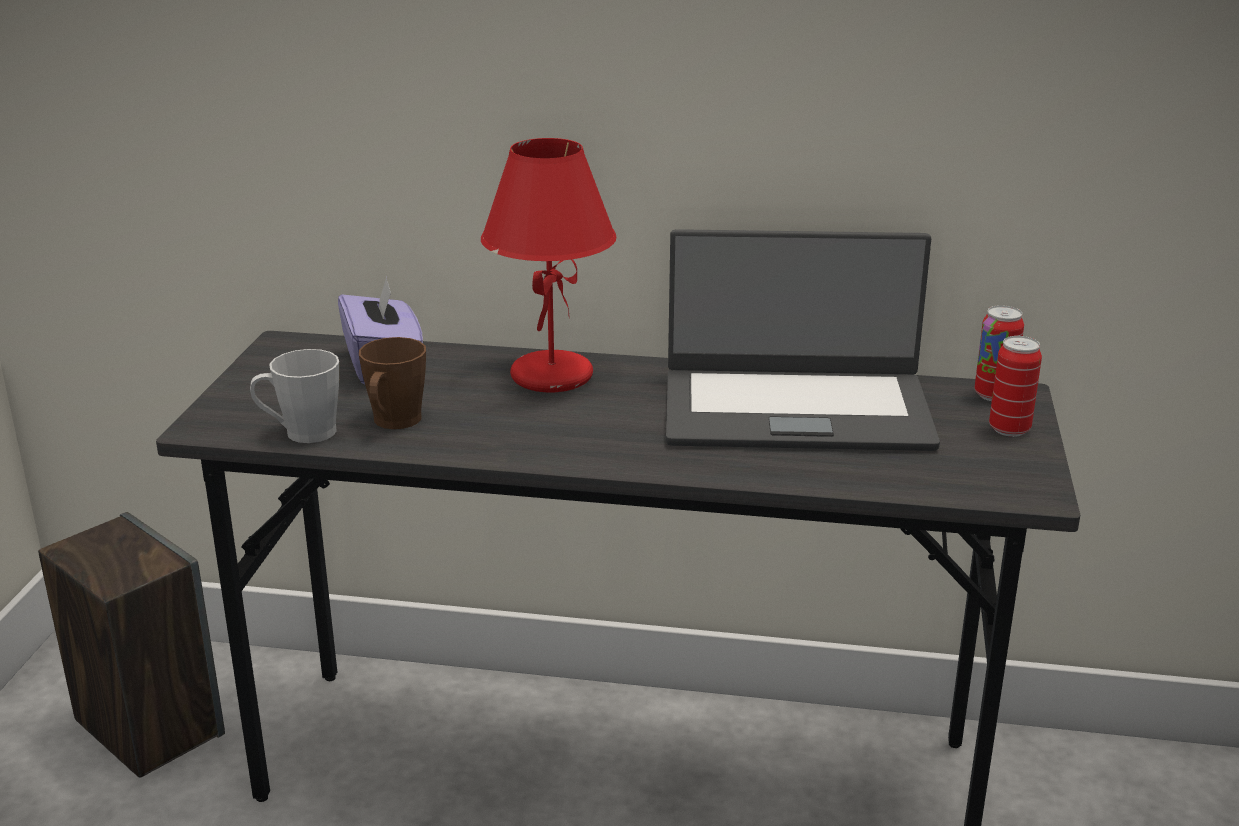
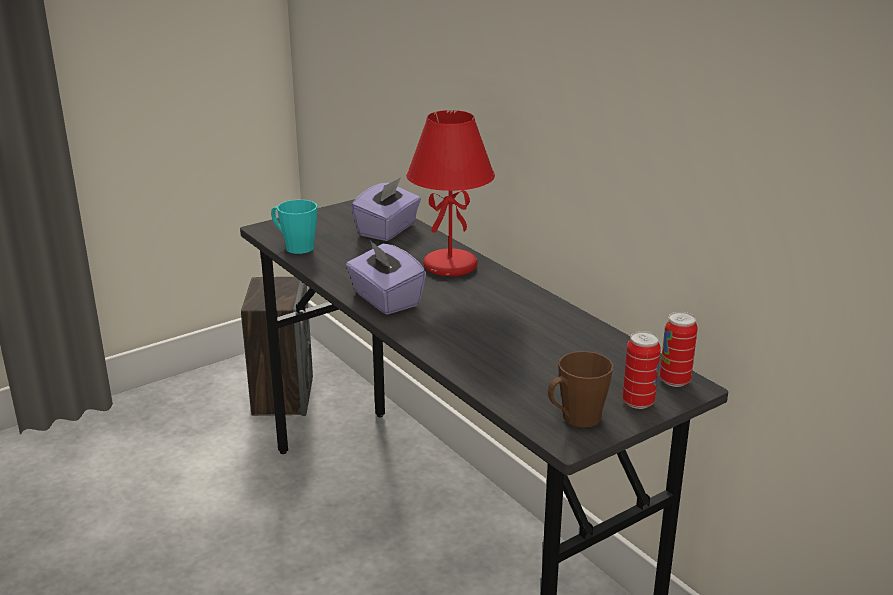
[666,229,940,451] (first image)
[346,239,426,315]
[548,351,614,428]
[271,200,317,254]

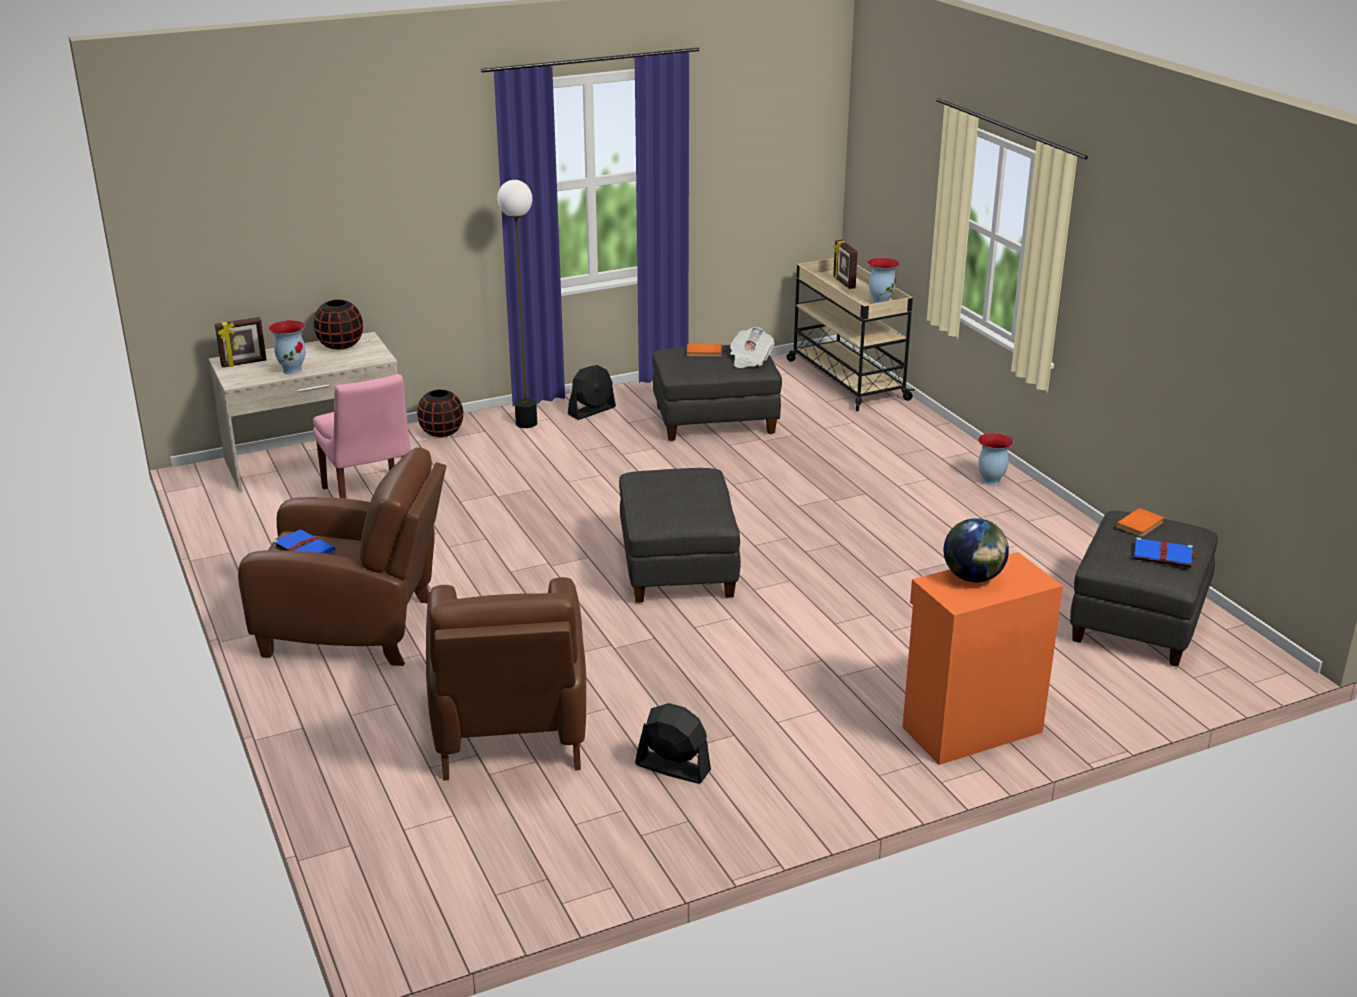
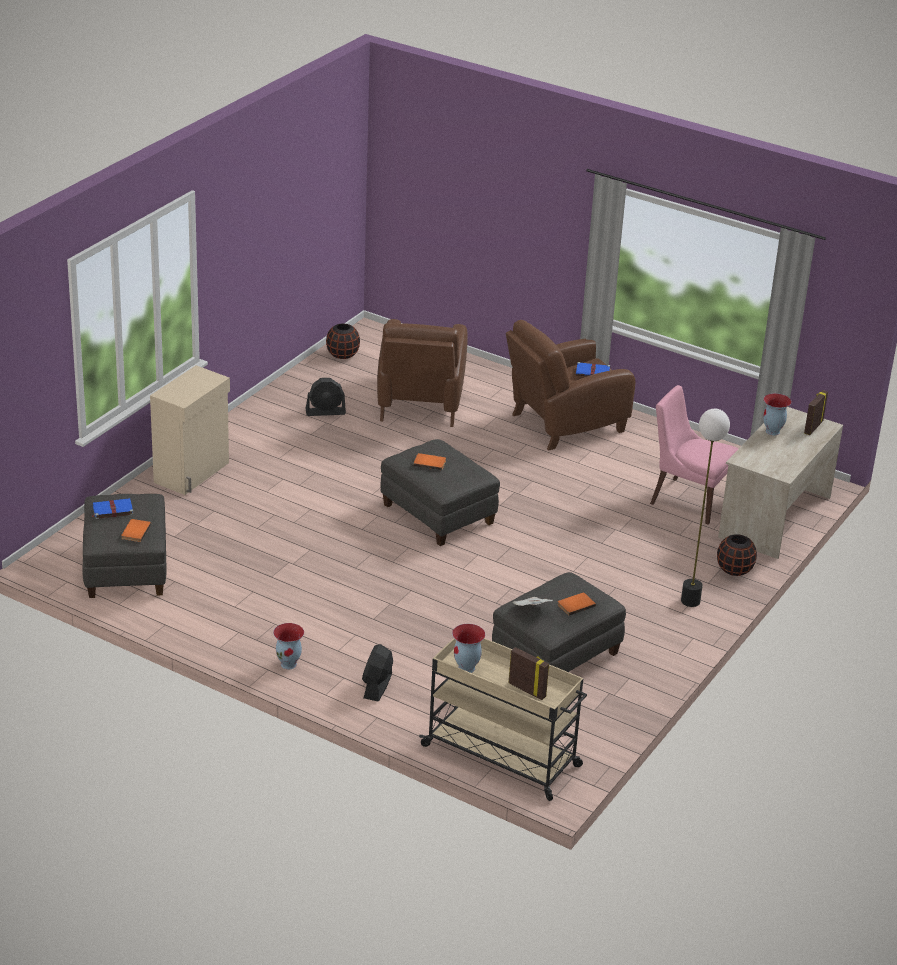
[944,518,1009,582] (first image)
[413,453,446,471]
[326,324,360,359]
[362,644,393,701]
[150,365,230,495]
[377,319,468,427]

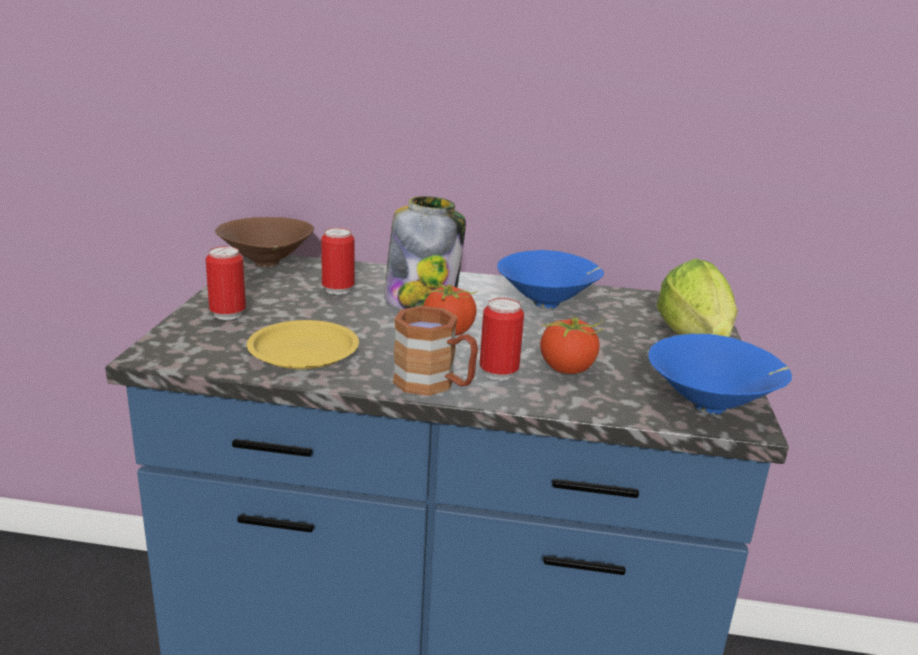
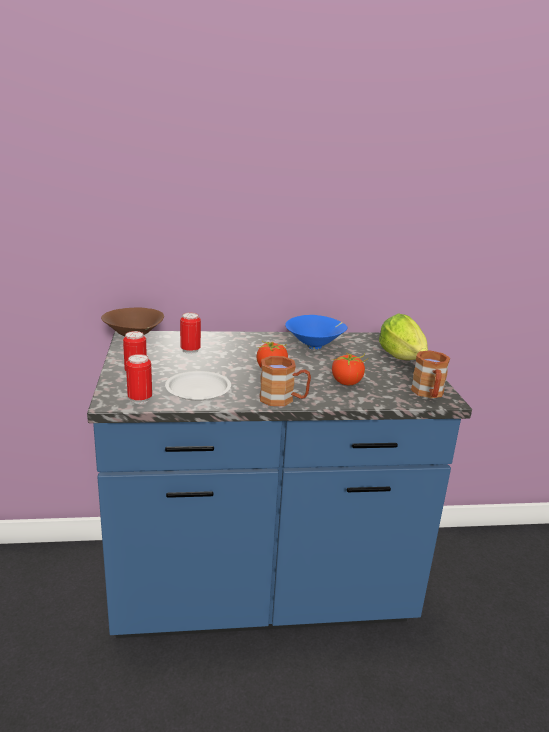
[384,196,466,309] (first image)
[126,354,152,404]
[411,350,450,398]
[165,371,231,401]

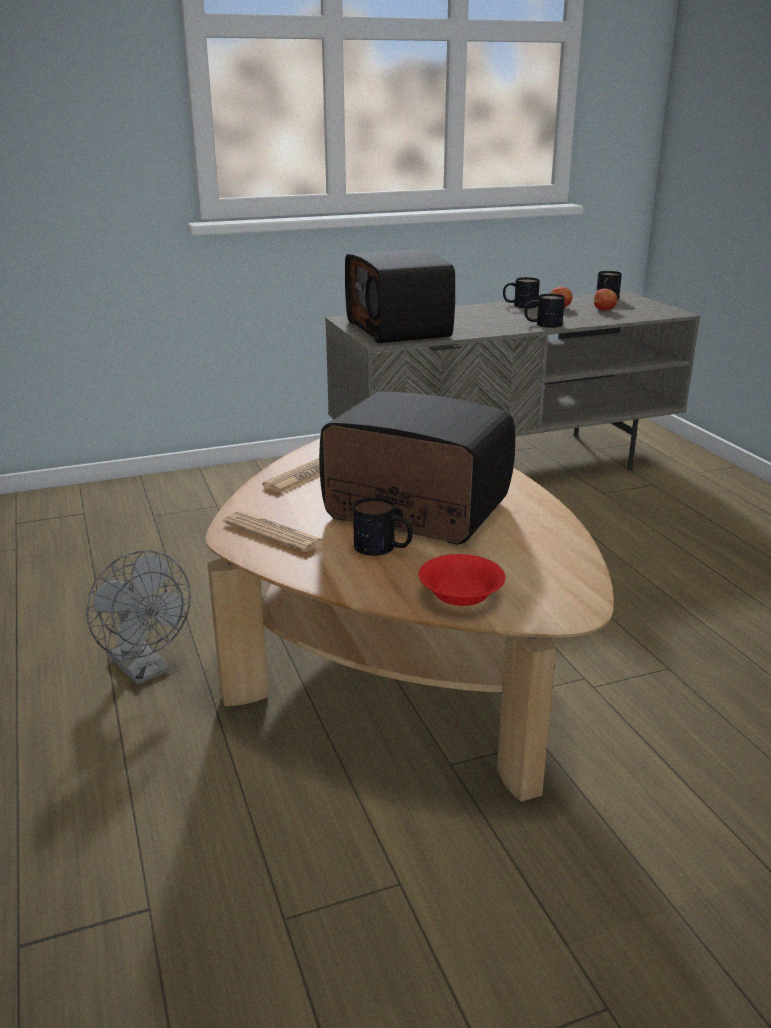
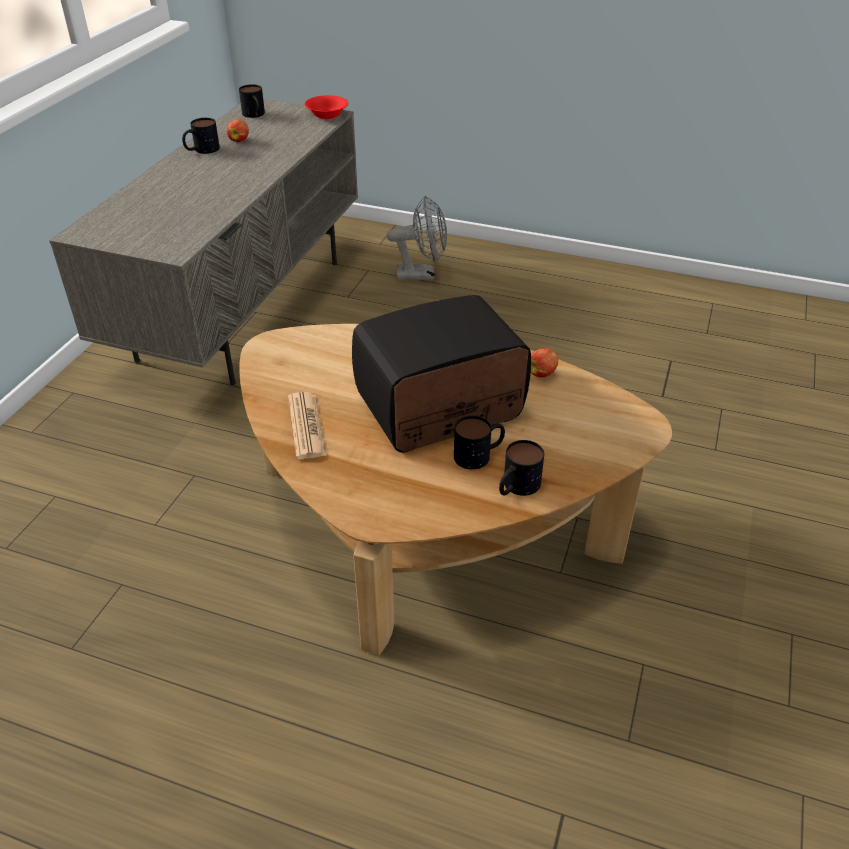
[223,511,325,552] (first image)
[345,250,455,343] (first image)
[387,196,447,280]
[305,95,348,119]
[499,440,544,496]
[531,348,558,377]

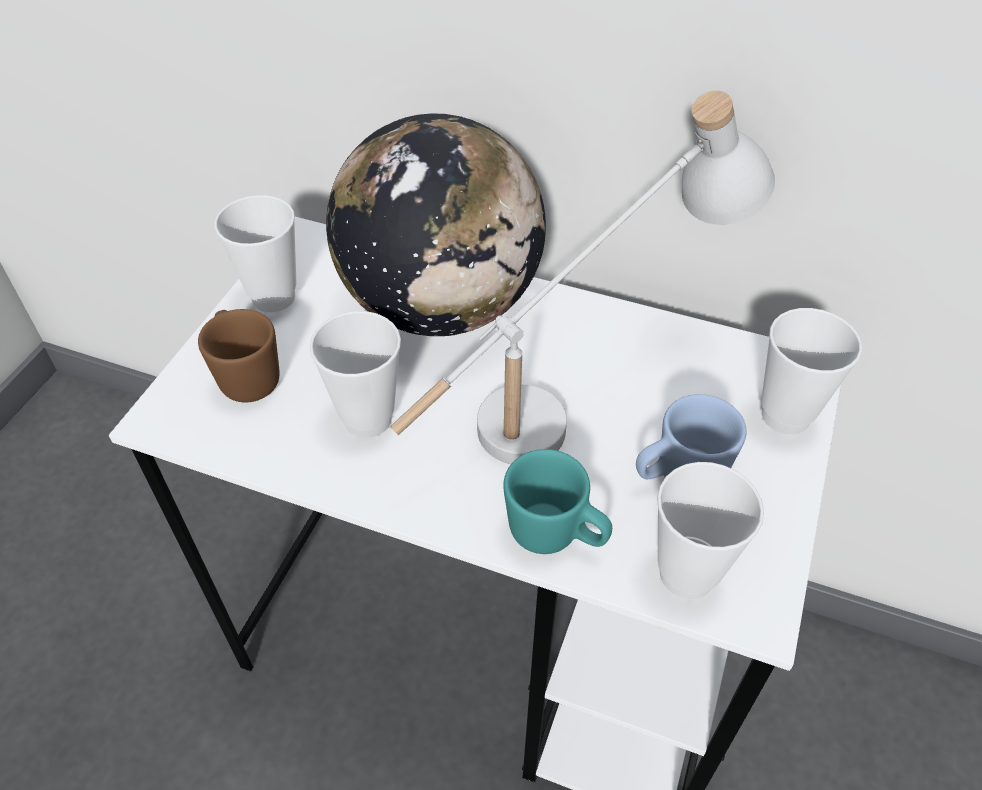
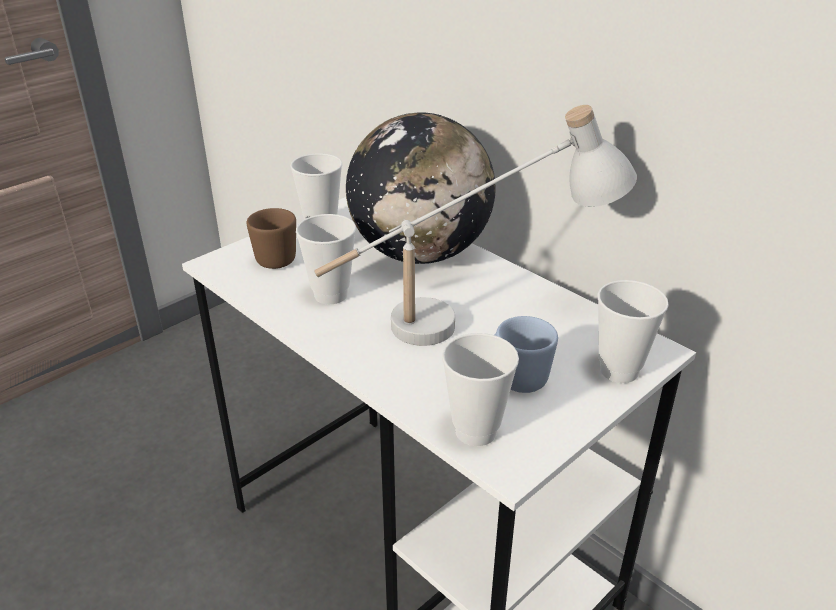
[503,449,612,554] (first image)

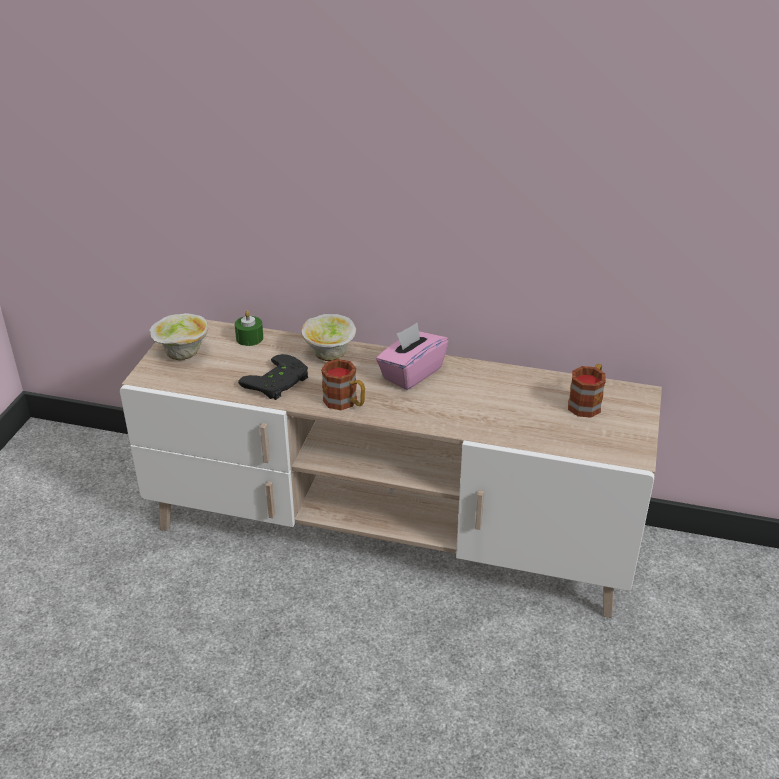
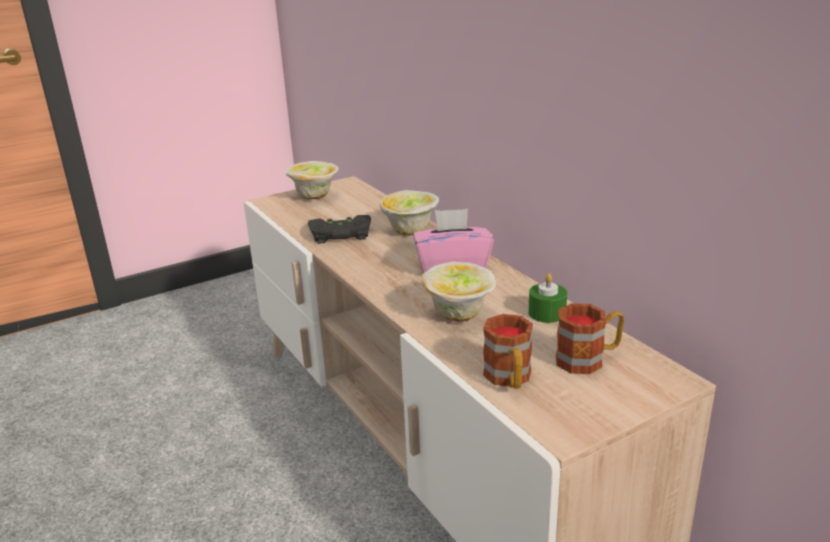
[422,262,496,322]
[528,273,567,323]
[483,314,533,389]

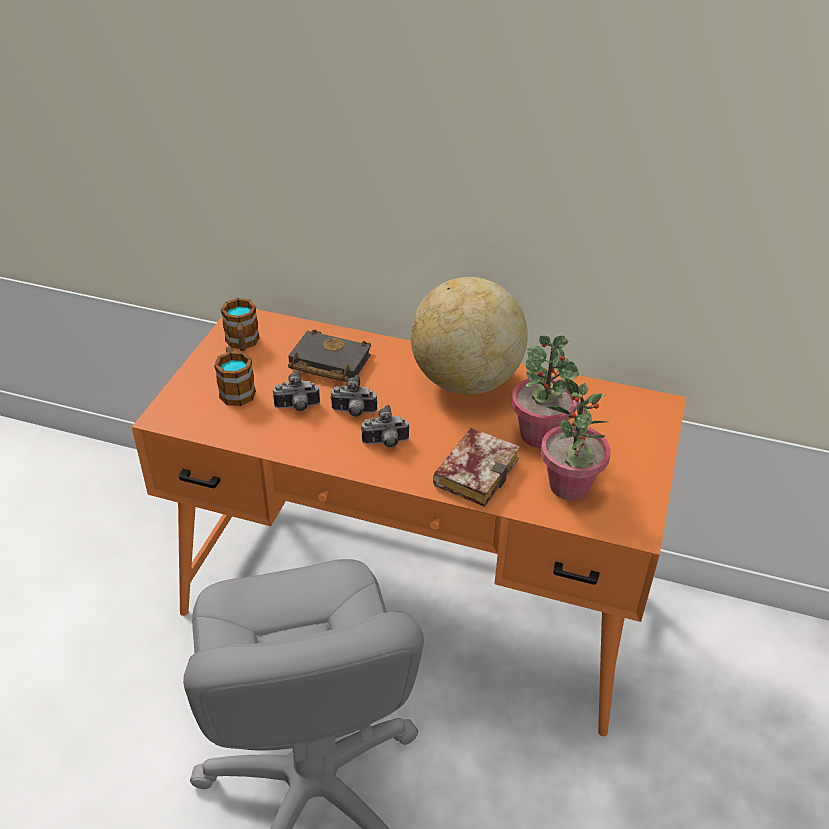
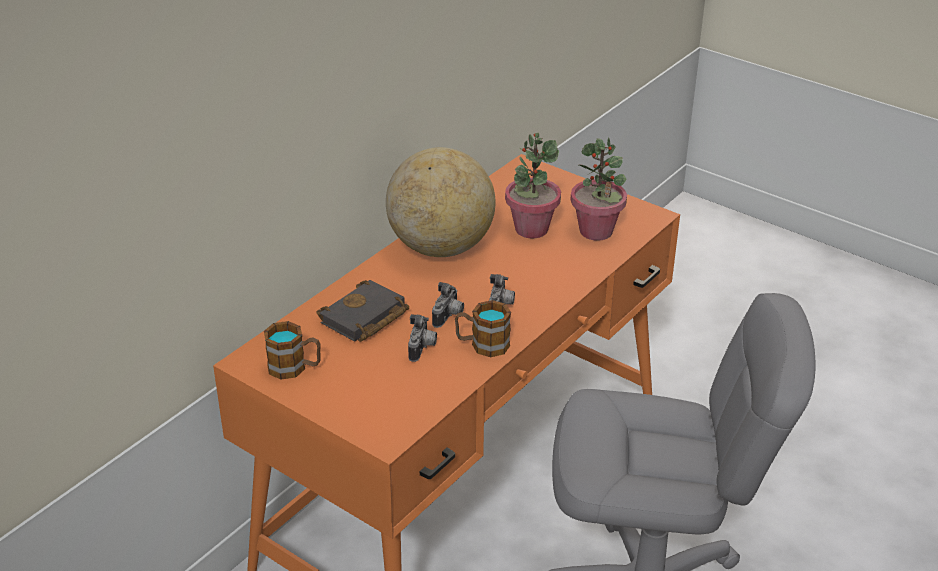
[433,428,520,507] (first image)
[455,300,511,357]

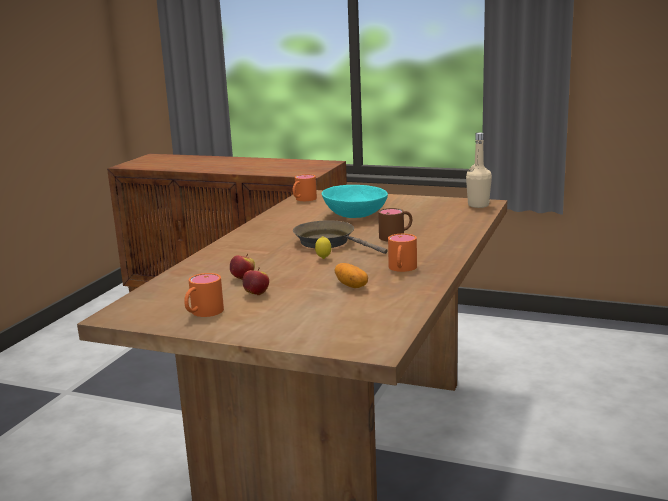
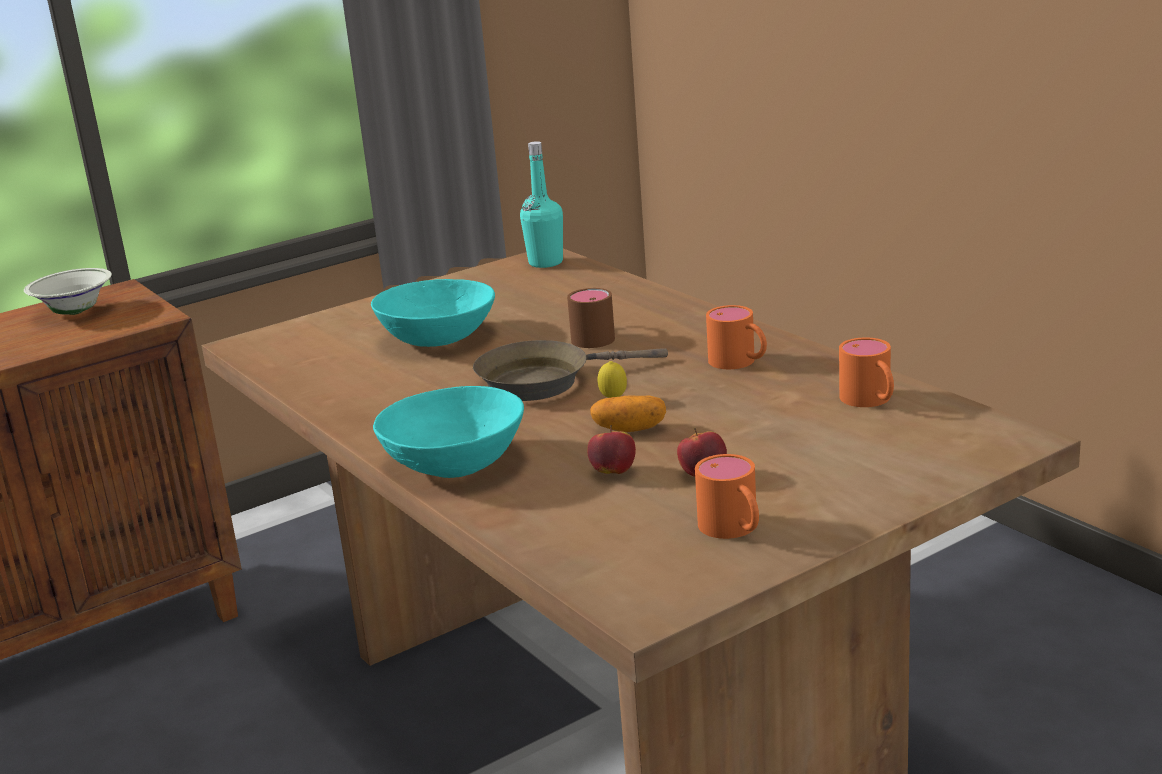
[24,268,112,315]
[373,386,524,478]
[839,337,894,407]
[590,396,666,432]
[520,141,563,268]

